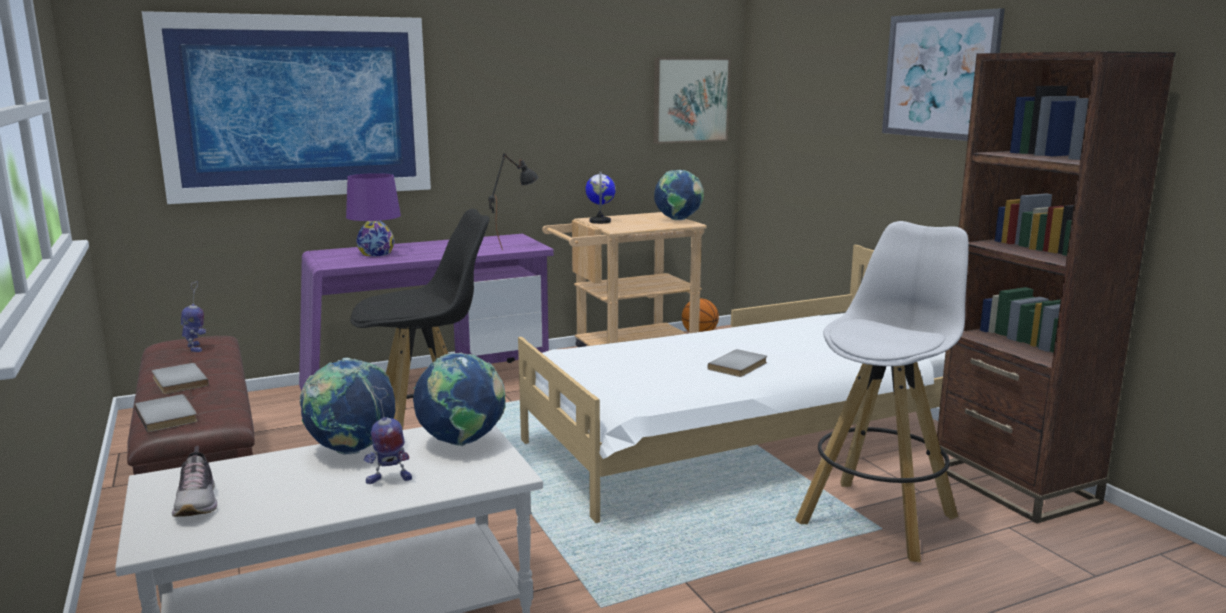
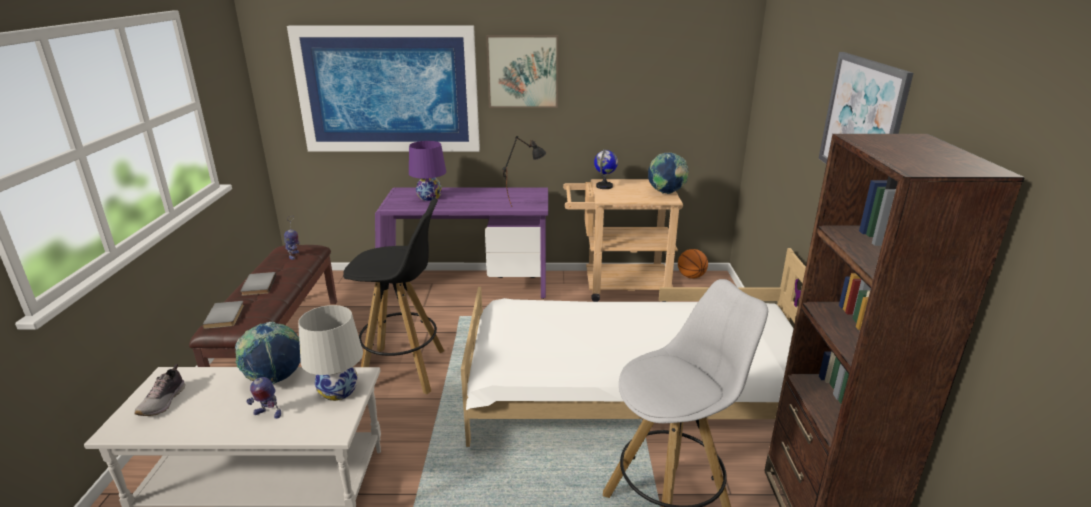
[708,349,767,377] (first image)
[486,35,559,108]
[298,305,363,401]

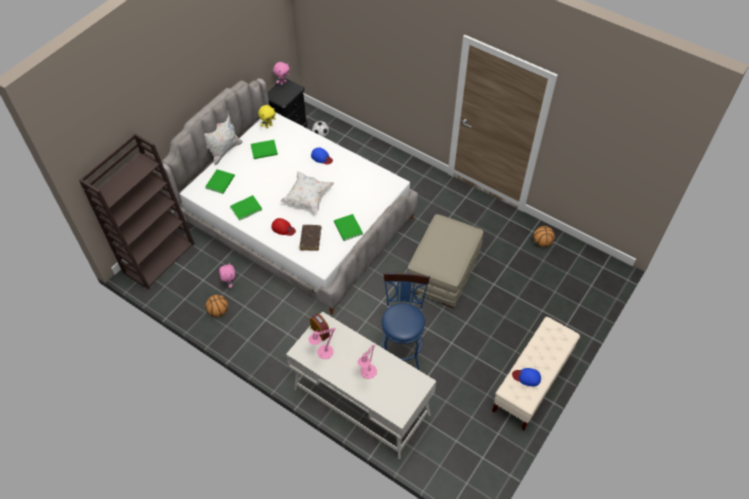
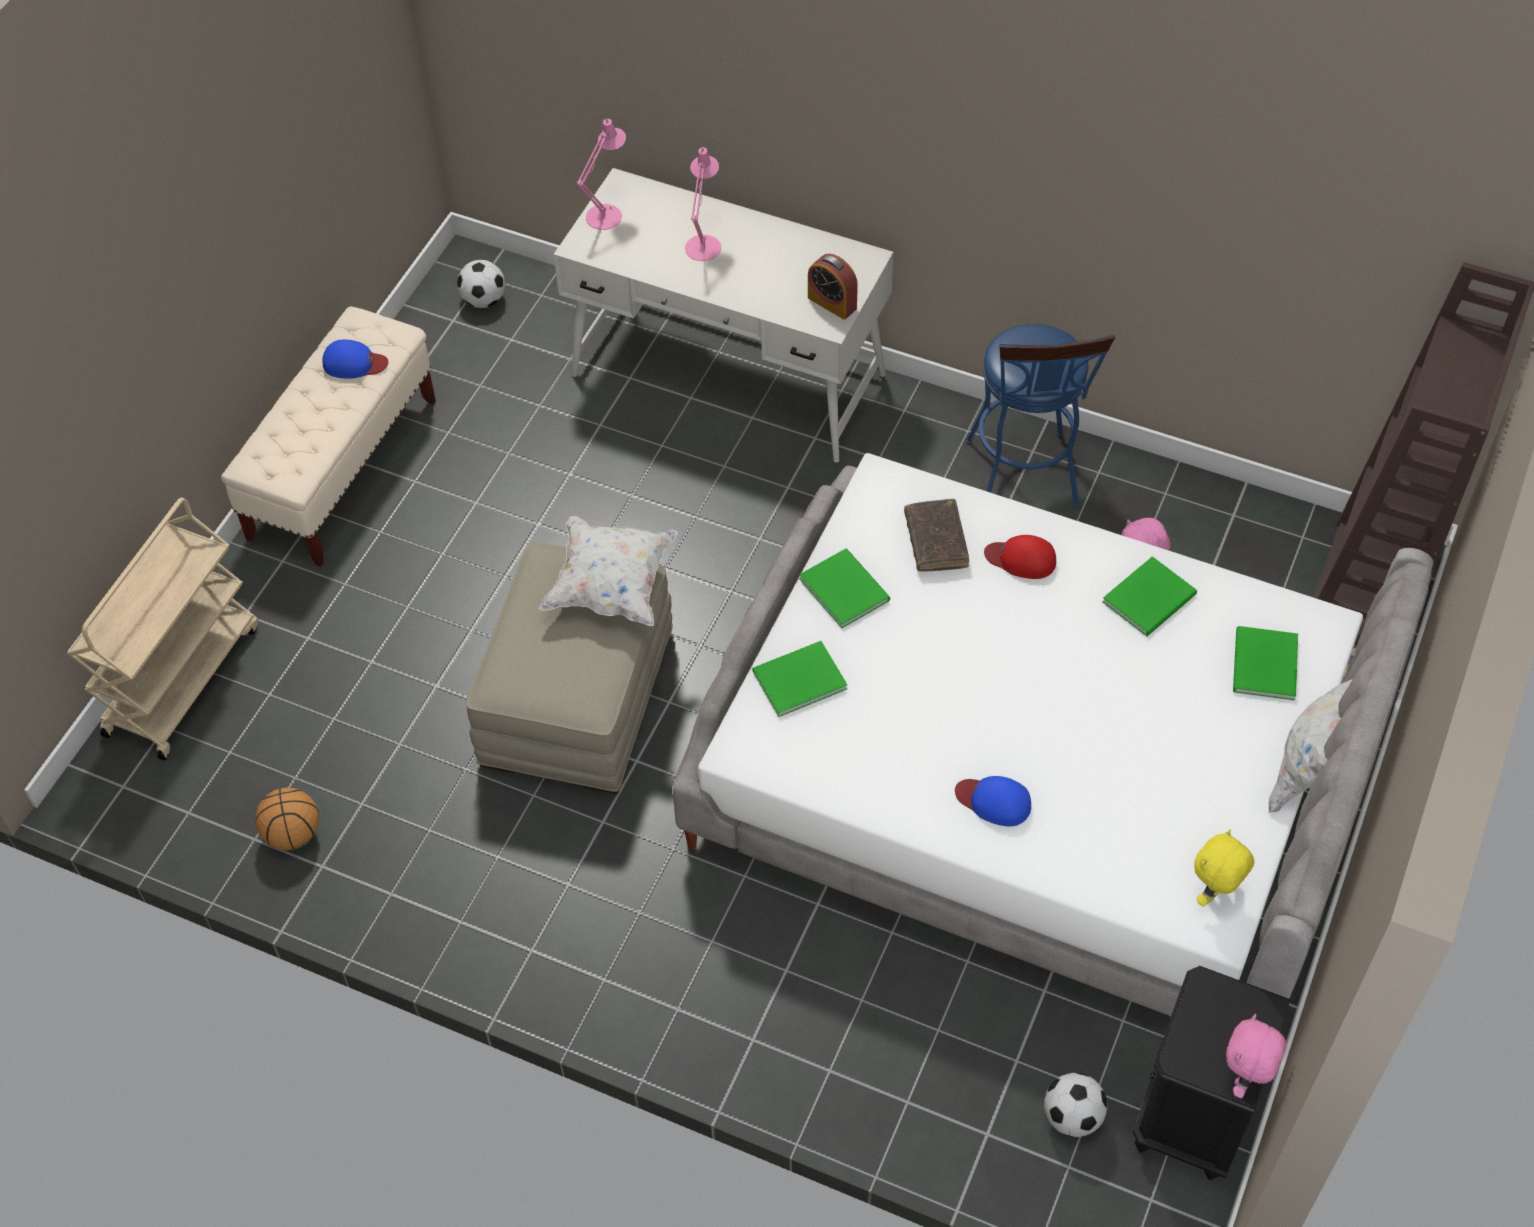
[206,295,228,317] (first image)
[67,497,258,760]
[457,260,505,308]
[752,641,847,717]
[539,516,678,626]
[577,119,626,230]
[966,324,1115,509]

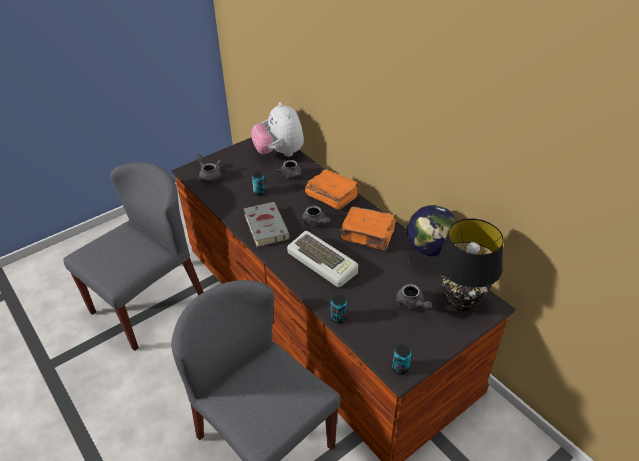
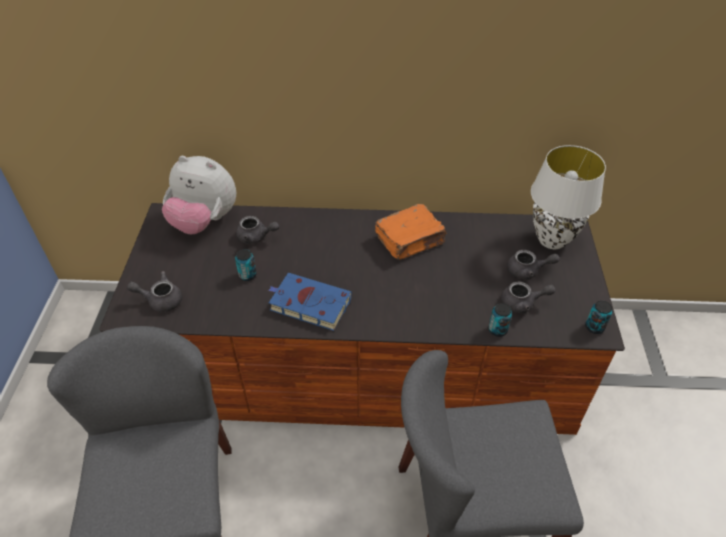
[287,231,358,287] (first image)
[305,169,360,210] (first image)
[407,205,457,266] (first image)
[501,281,556,314]
[268,273,352,331]
[531,145,606,249]

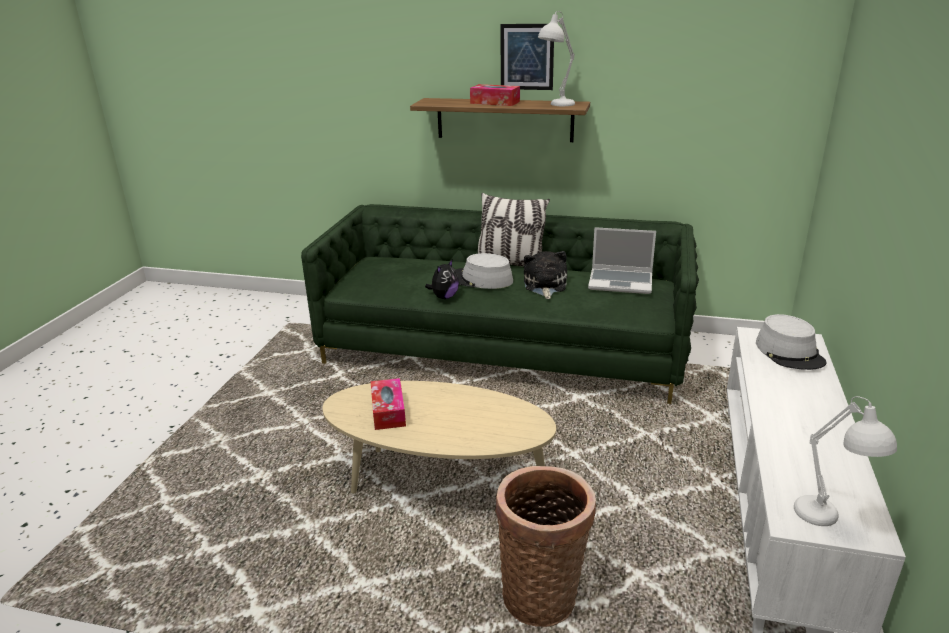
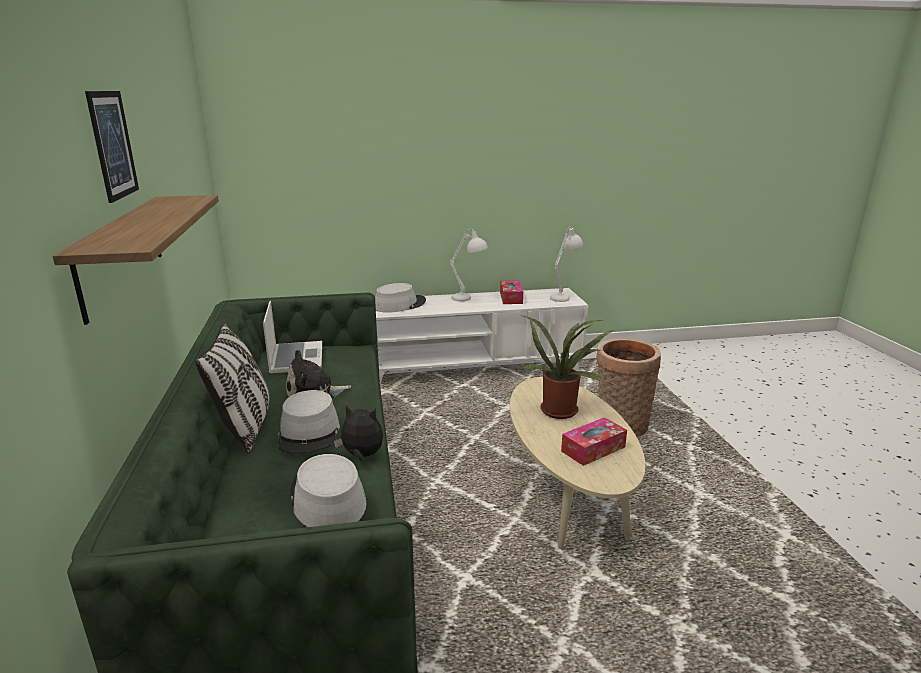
[290,454,367,527]
[520,315,614,419]
[500,281,523,304]
[450,229,488,301]

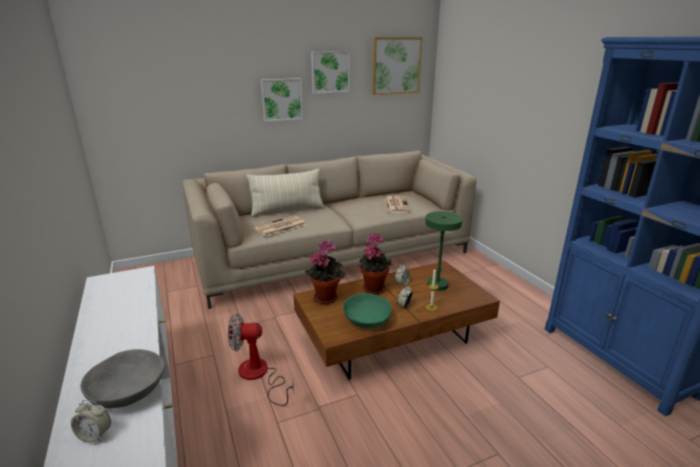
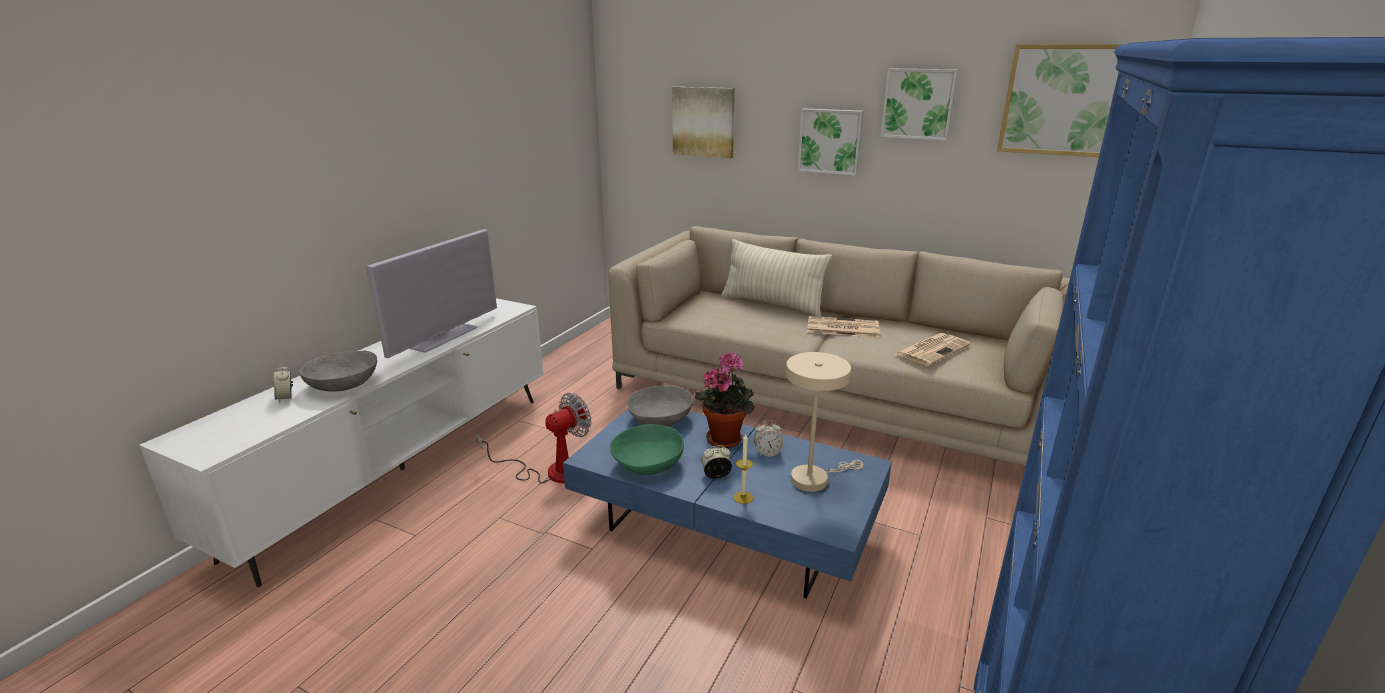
[366,229,497,358]
[672,87,735,159]
[807,316,879,338]
[627,385,693,426]
[563,409,892,599]
[786,352,863,492]
[476,393,591,483]

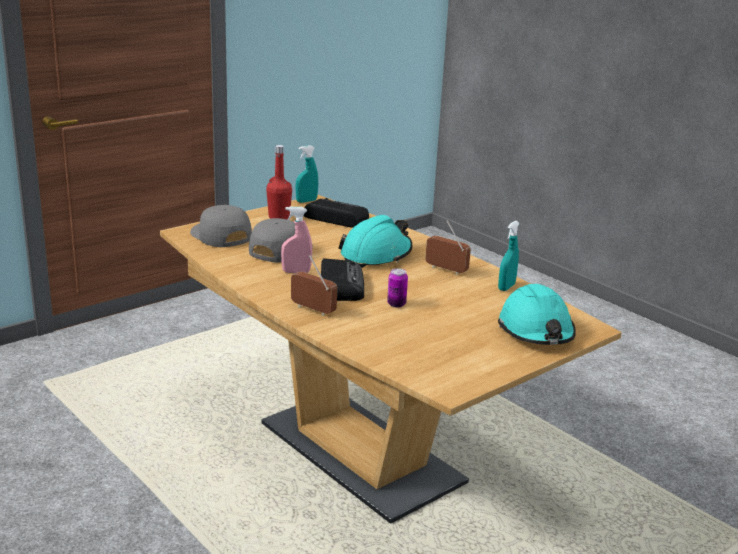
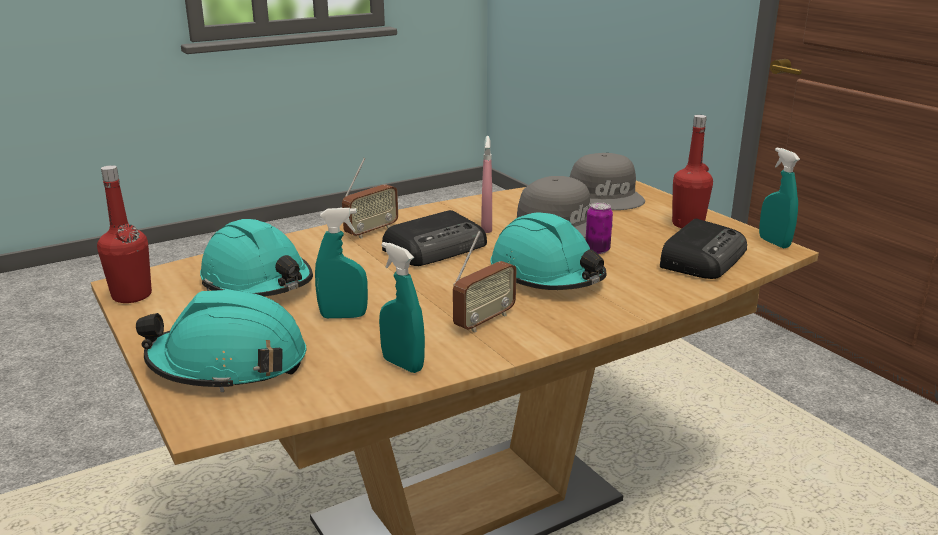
[97,165,152,303]
[200,219,313,297]
[315,208,368,318]
[586,202,613,254]
[570,153,645,210]
[382,210,487,266]

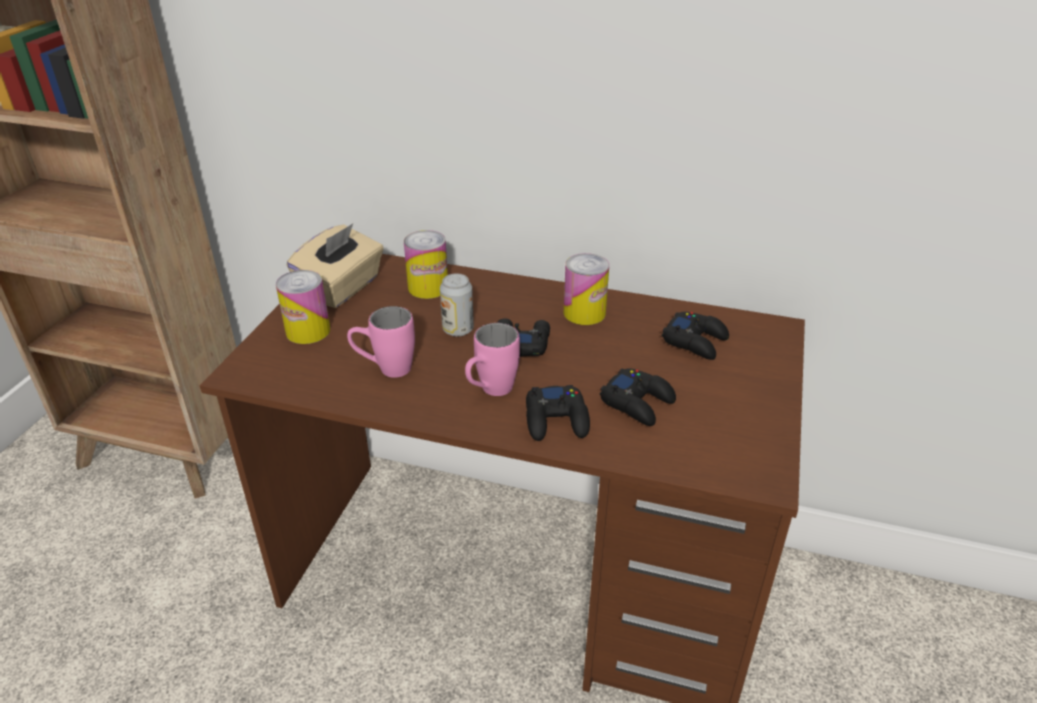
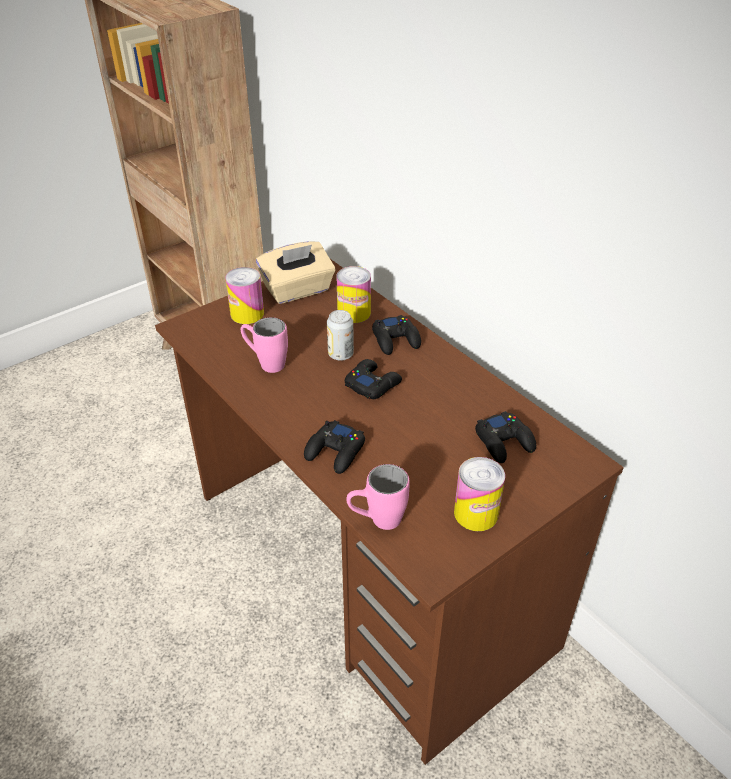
[346,464,410,530]
[454,457,505,531]
[372,315,421,355]

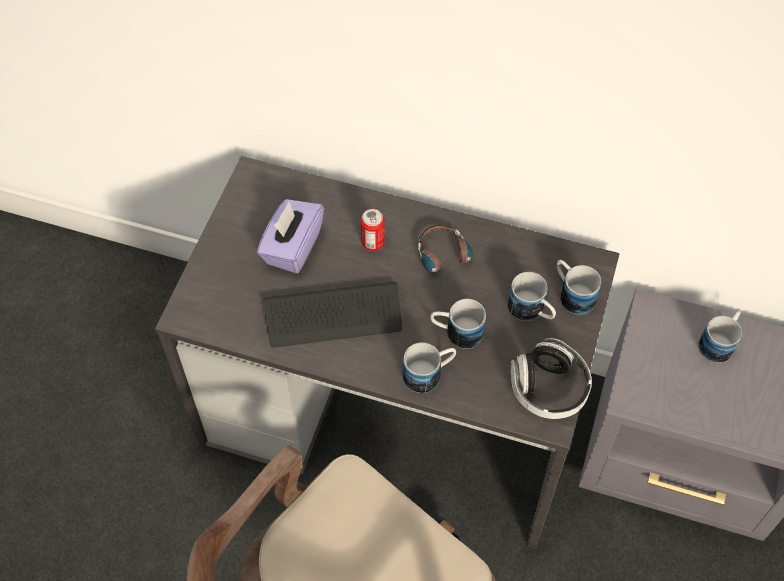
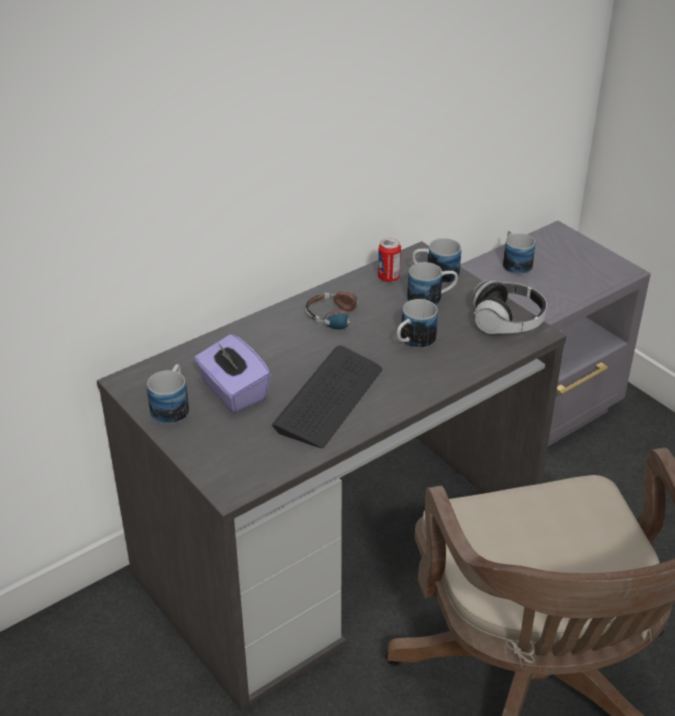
[378,238,401,282]
[147,364,189,425]

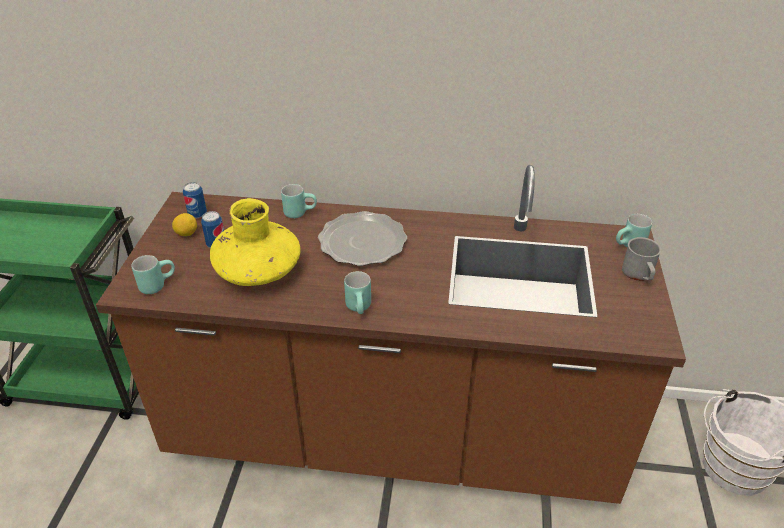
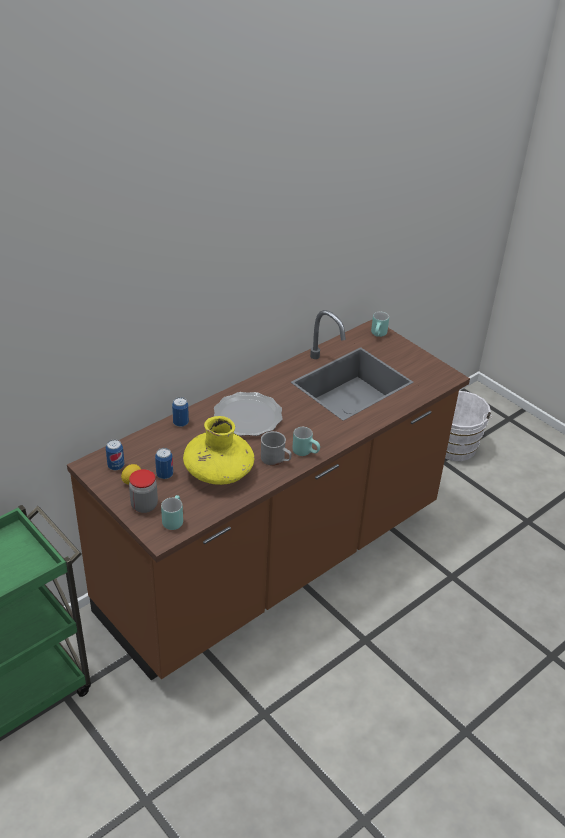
[129,469,158,513]
[261,431,292,466]
[172,397,189,427]

